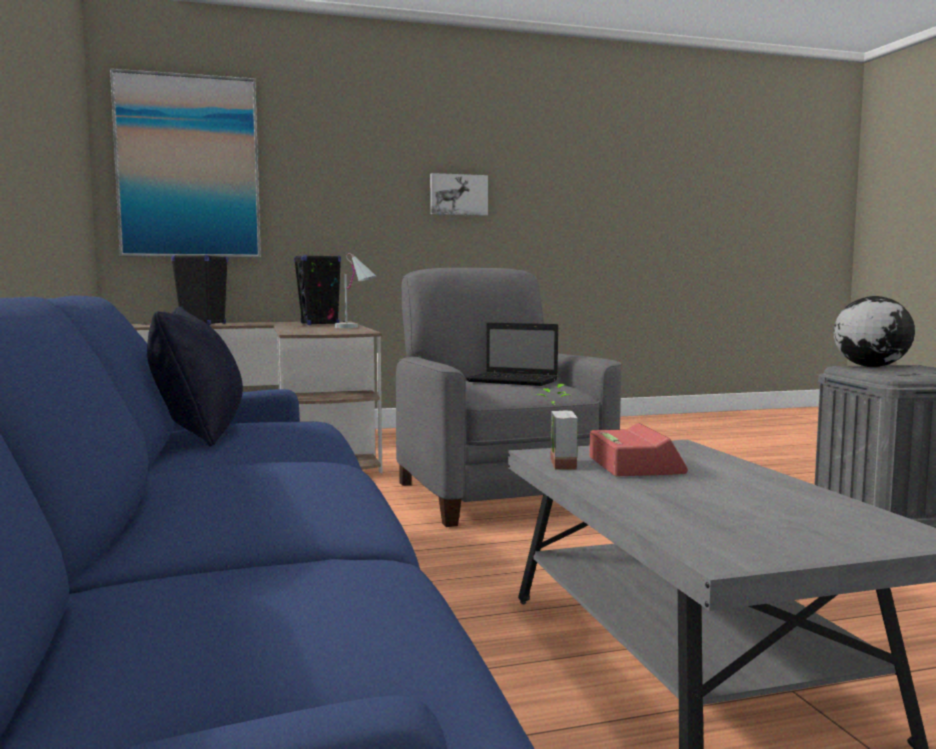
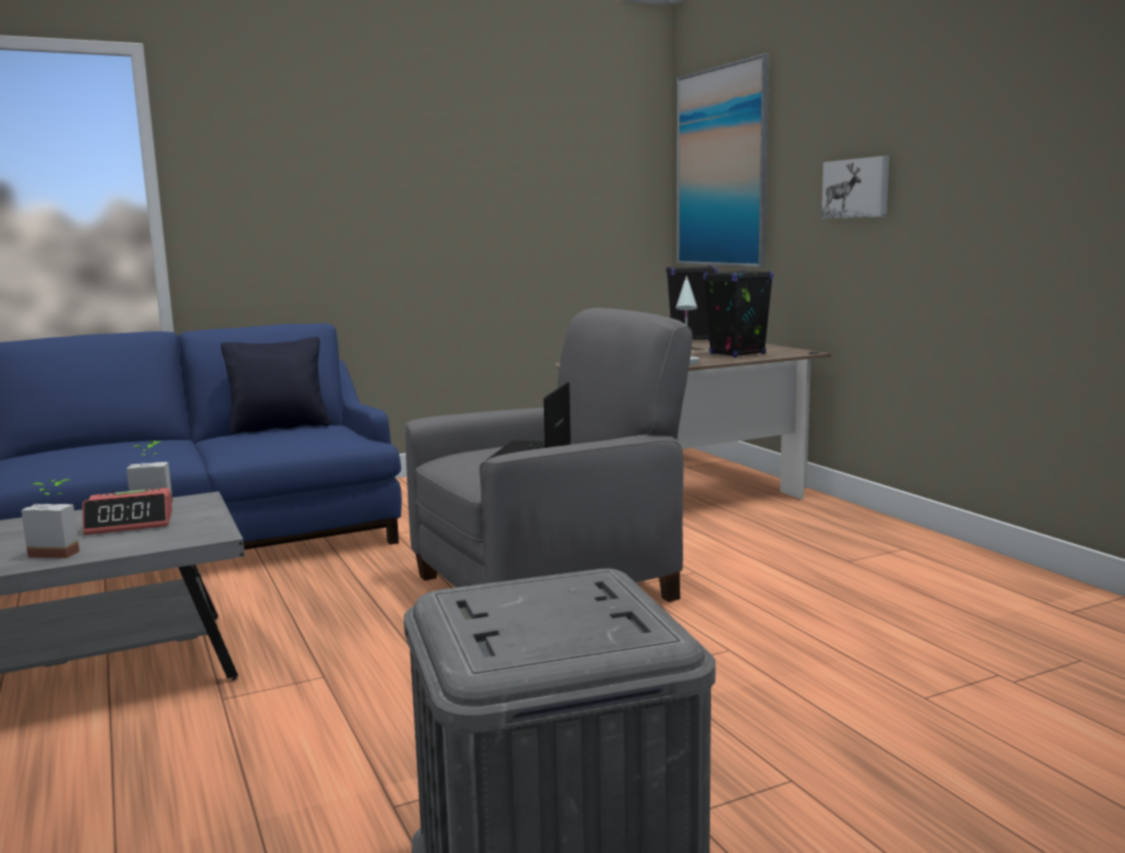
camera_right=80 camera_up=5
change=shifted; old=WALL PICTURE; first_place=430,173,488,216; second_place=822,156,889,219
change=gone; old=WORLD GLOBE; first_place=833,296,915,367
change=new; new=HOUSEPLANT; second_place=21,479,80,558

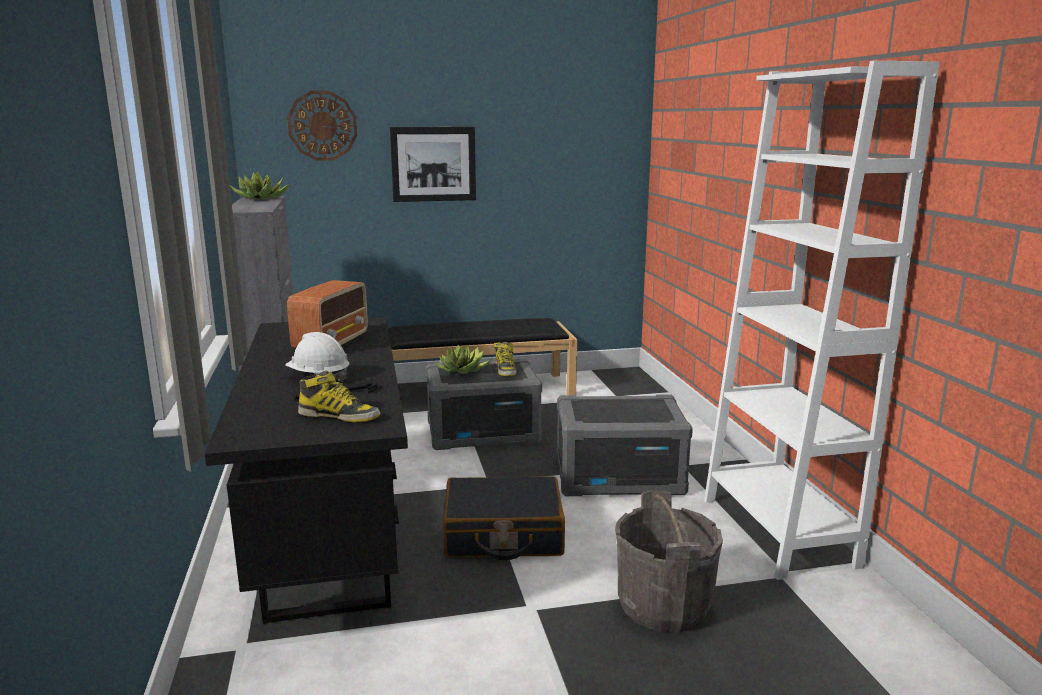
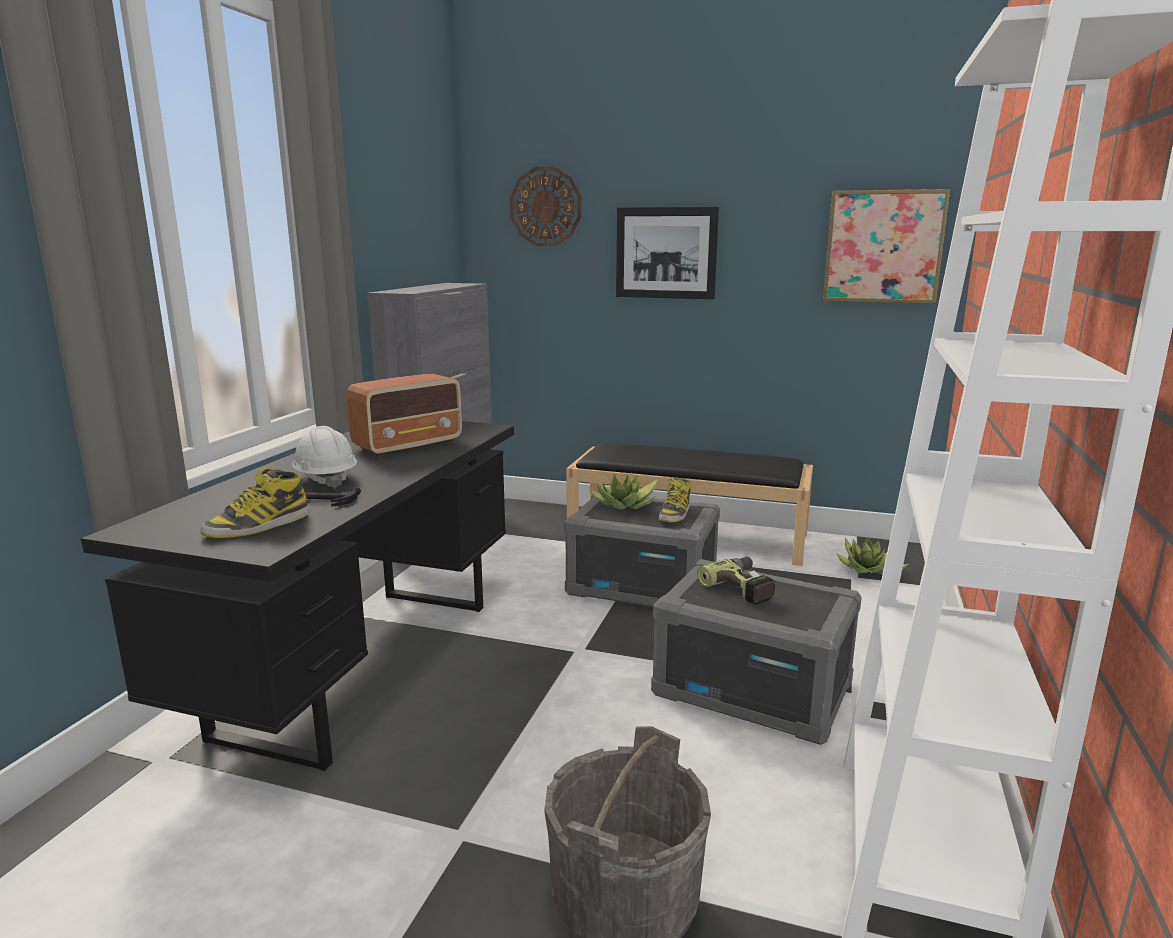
camera_right=30 camera_up=0
change=shifted; old=HOUSEPLANT; first_place=231,172,290,199; second_place=836,537,908,575
change=rotated; old=BOOT; first_place=298,371,381,422; second_place=200,468,309,538; degrees=90
change=gone; old=BLACK-COLOURED TRAVEL CASE; first_place=443,476,565,560
change=new; new=WALL PICTURE; second_place=823,189,951,304
change=new; new=DRILL; second_place=697,557,775,605

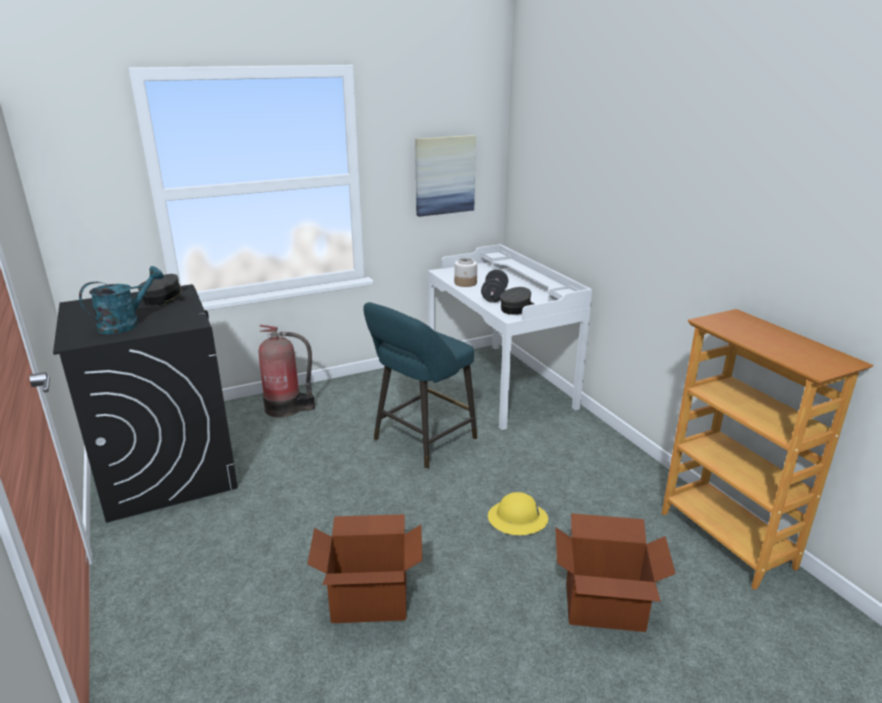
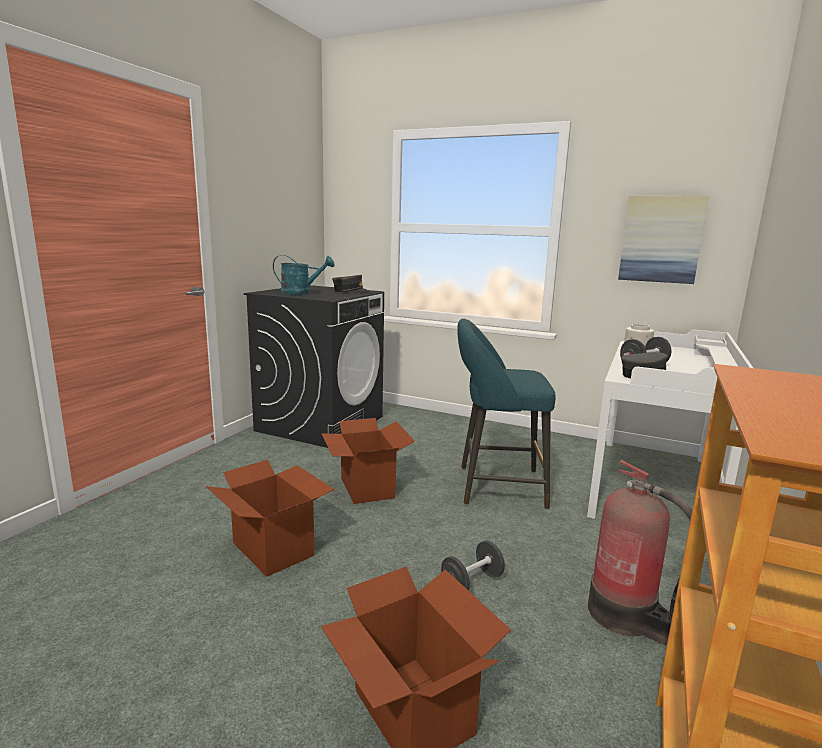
camera_right=50 camera_up=-10
change=shifted; old=EXTINGUISHER; first_place=259,325,315,418; second_place=588,460,692,646
change=swapped; old=YELLOW-COLOURED HARD HAT; new=BLACK-COLOURED DUMBBELL; first_place=488,492,548,535; second_place=441,541,505,591
change=new; new=CARTON; second_place=321,418,415,504

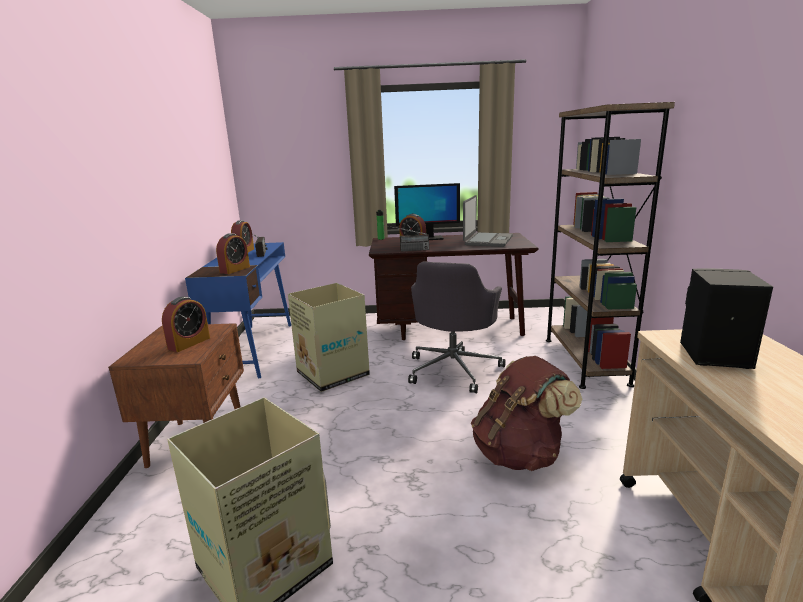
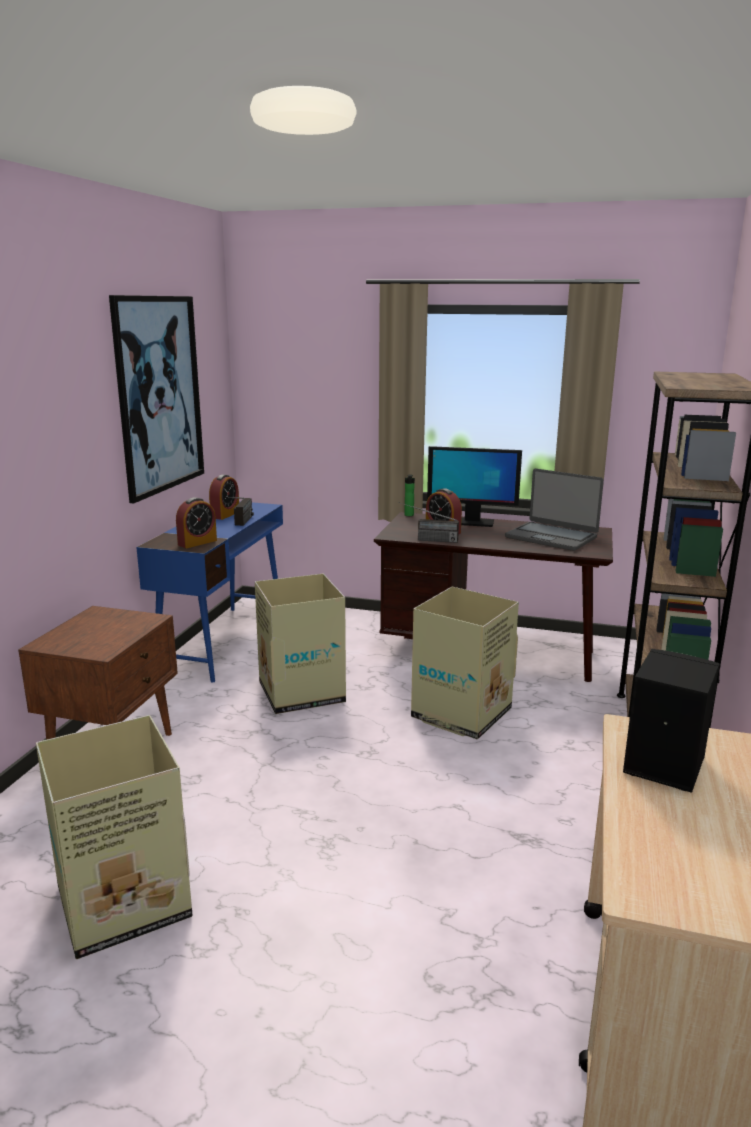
camera_right=15 camera_up=0
change=rotated; old=PORTABLE COMPUTER; first_place=463,195,513,247; second_place=505,469,604,551; degrees=90
change=swapped; old=GREYISH OFFICE CHAIR; new=CARTON; first_place=408,261,506,393; second_place=411,587,519,739
change=gone; old=BEDSIDE CLOCK; first_place=162,297,210,352
change=gone; old=BROWNISH RUCKSACK; first_place=471,356,582,471
change=new; new=WALL PICTURE; second_place=109,295,204,503

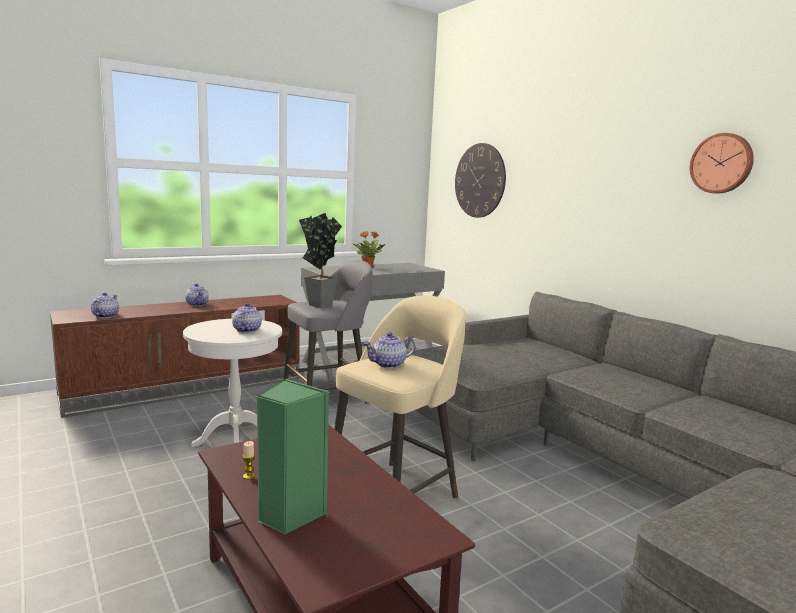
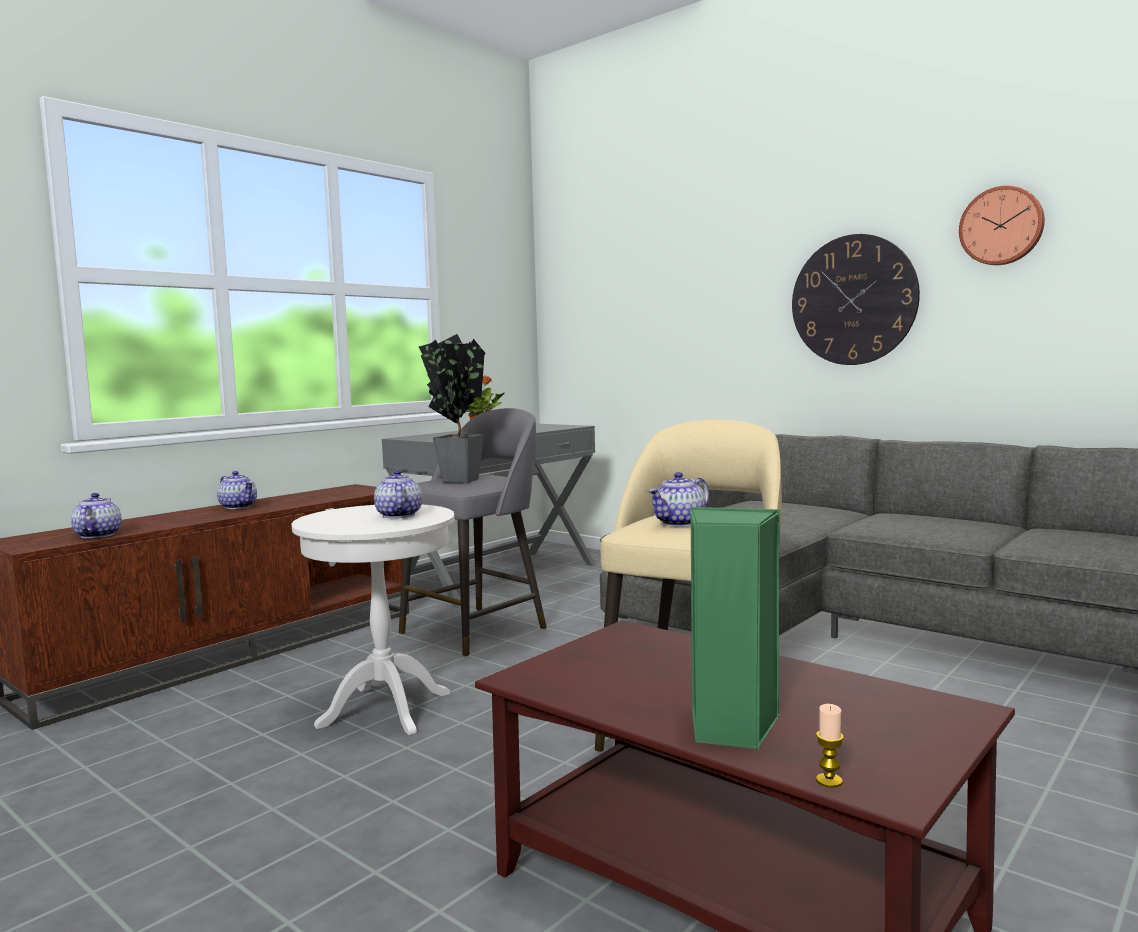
camera_right=-15 camera_up=-5
change=shifted; old=CLOCK ON THE WALL; first_place=455,143,506,218; second_place=792,234,920,365
change=shifted; old=WAX LIGHT; first_place=243,441,255,480; second_place=816,704,844,788

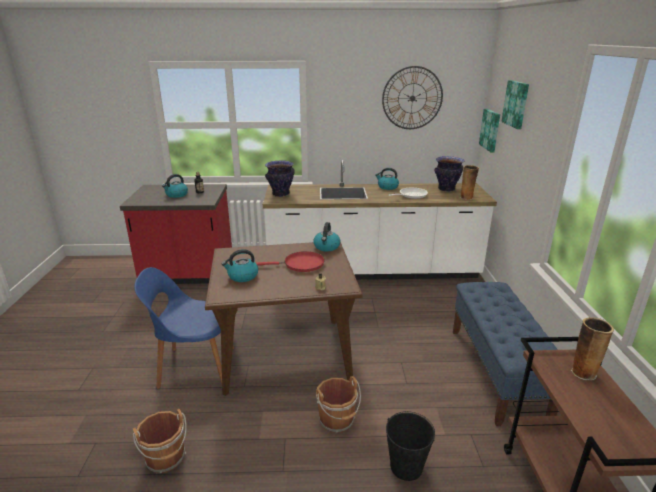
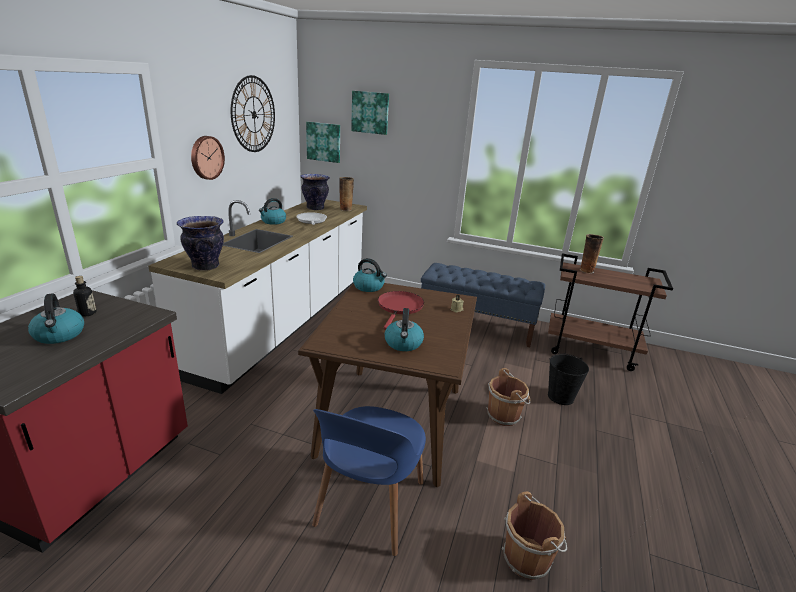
camera_right=-70 camera_up=0
change=new; new=CLOCK ON THE WALL; second_place=191,136,225,180

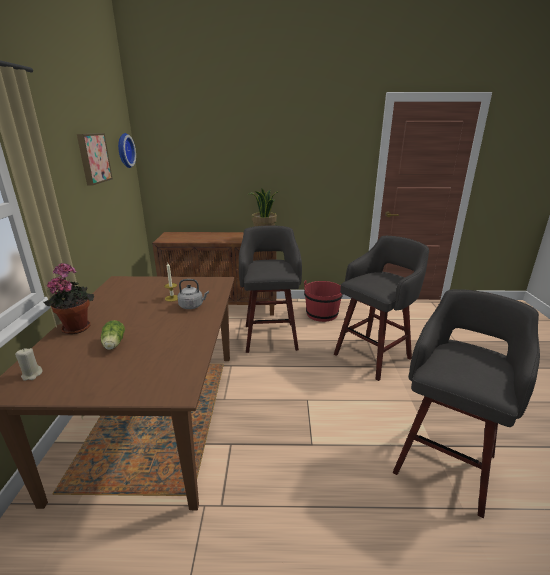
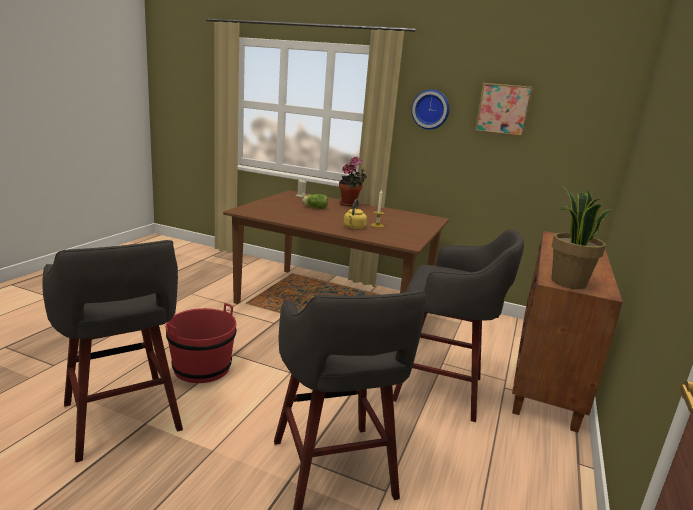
camera_right=110 camera_up=-5
change=shifted; old=CLOCK ON THE WALL; first_place=118,133,136,168; second_place=411,90,449,130
change=repainted; old=GREYISH KETTLE; new=YELLOW-COLOURED KETTLE; first_place=177,279,209,309; second_place=344,199,367,229
change=shifted; old=RED-COLOURED PAIL; first_place=304,280,343,322; second_place=165,303,237,383

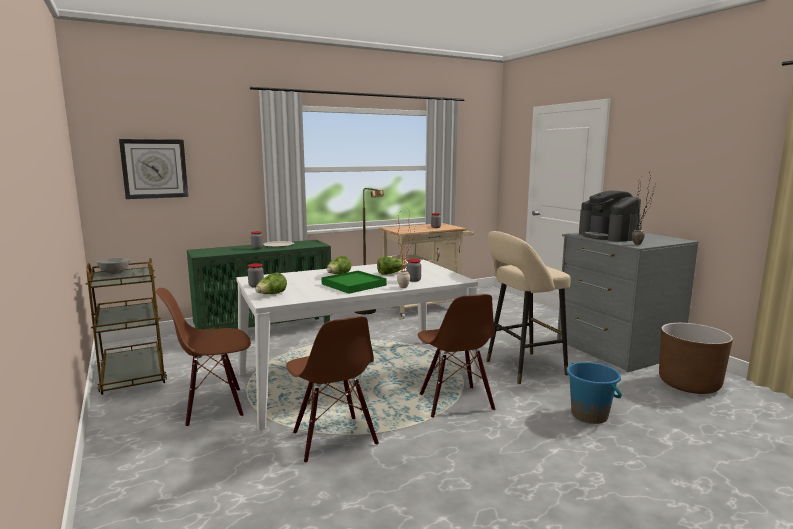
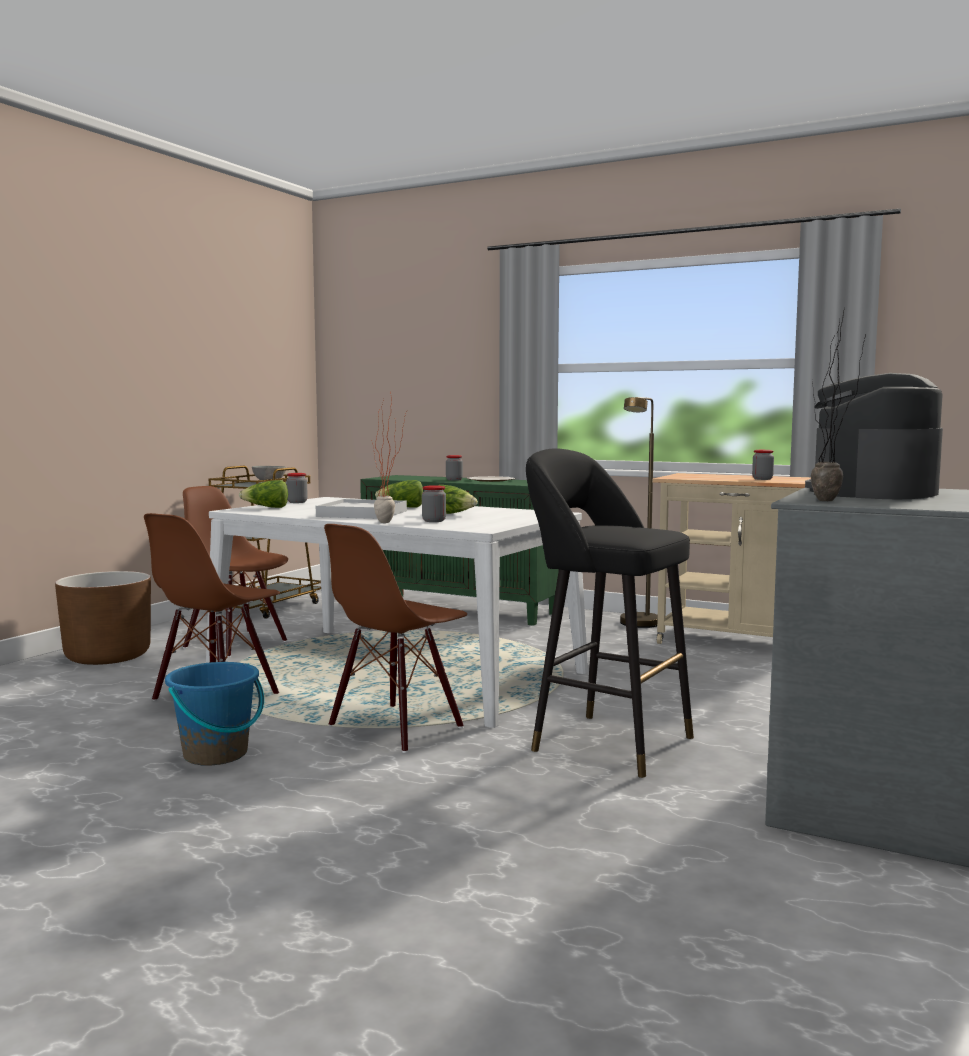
camera_right=55 camera_up=-5
change=gone; old=CLOCK ON THE WALL; first_place=119,139,188,199
change=repainted; old=SAND-COLOURED STOOL; new=BLACK-COLOURED STOOL; first_place=486,231,571,384; second_place=526,448,694,778
change=repainted; old=GREEN CARRYING TRAY; new=WHITISH CARRYING TRAY; first_place=321,271,387,294; second_place=316,499,407,519
change=shifted; old=BROWNISH PLANT POT; first_place=659,323,733,394; second_place=55,571,151,665
change=shifted; old=BLUE-COLOURED PAIL; first_place=566,362,622,424; second_place=165,662,264,766

